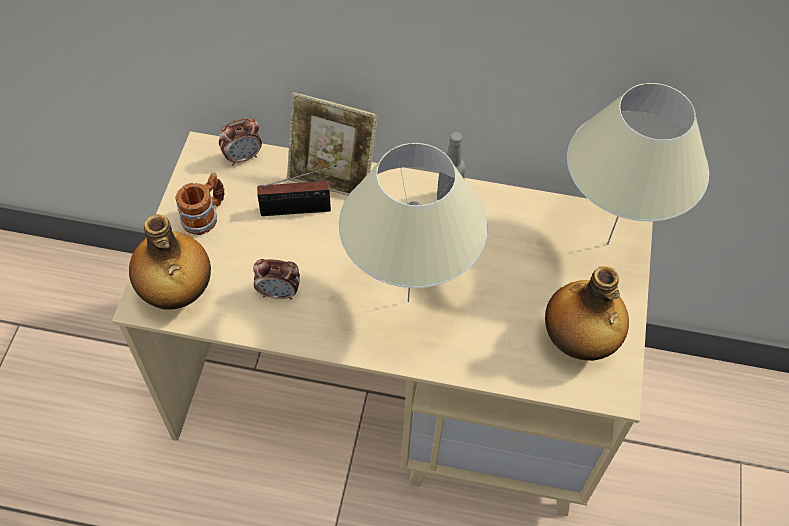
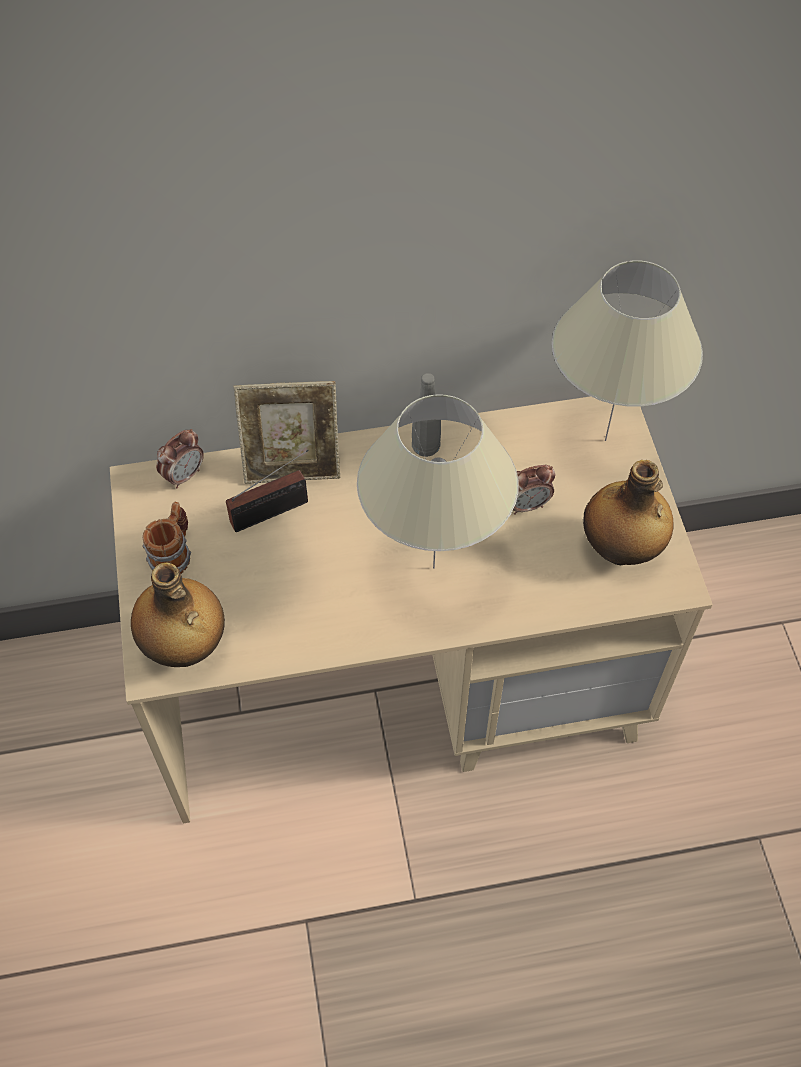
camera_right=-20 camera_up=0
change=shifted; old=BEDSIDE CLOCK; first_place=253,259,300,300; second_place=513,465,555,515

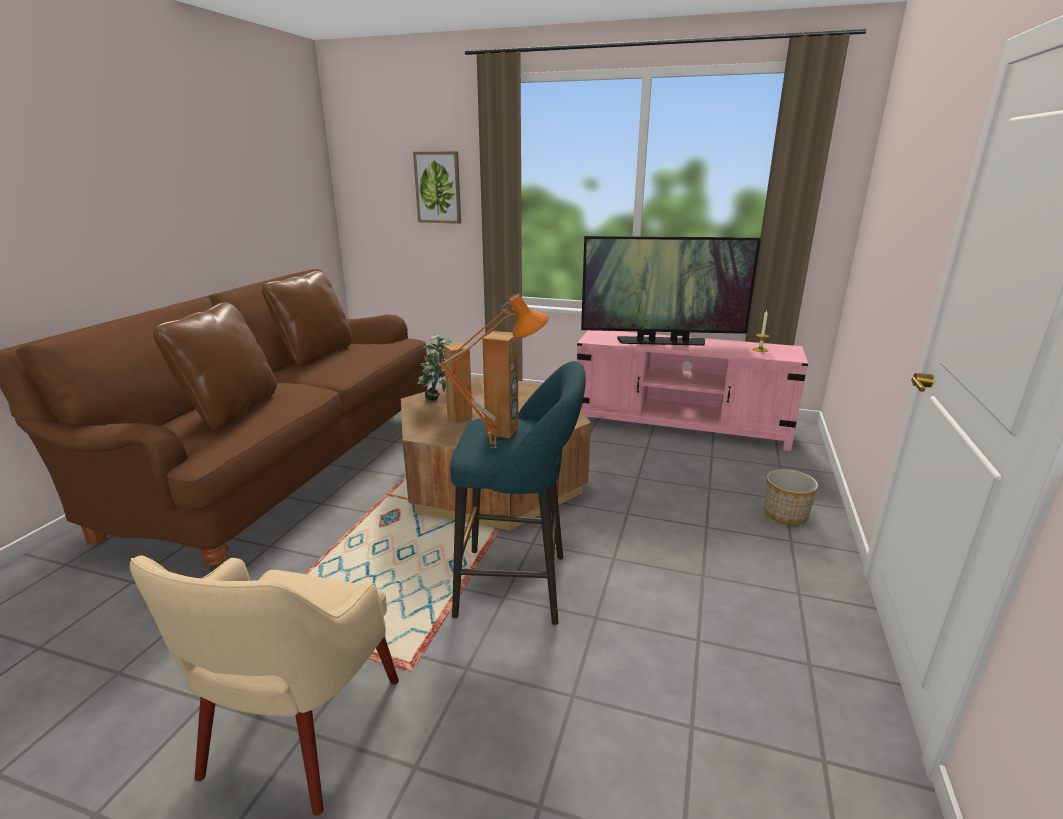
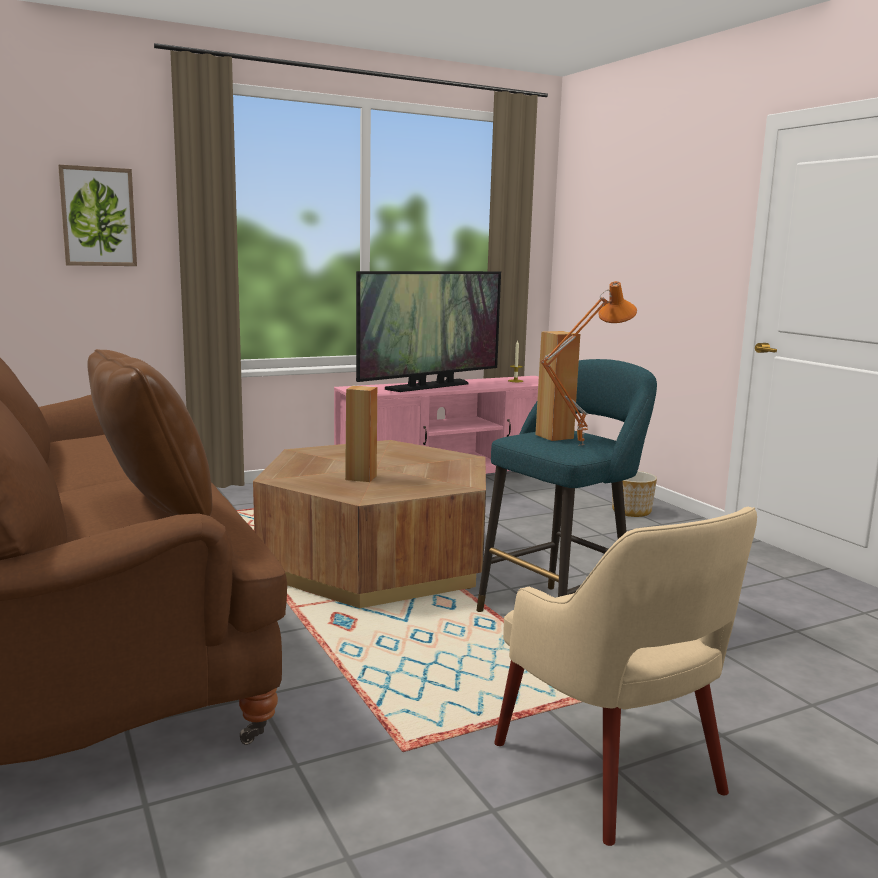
camera_right=-45 camera_up=-10
change=gone; old=BROWNISH THROW PILLOW; first_place=262,271,352,366
change=gone; old=HOUSEPLANT; first_place=417,335,458,401

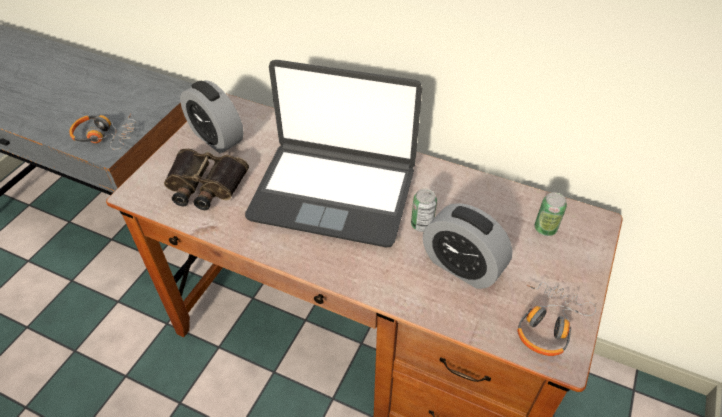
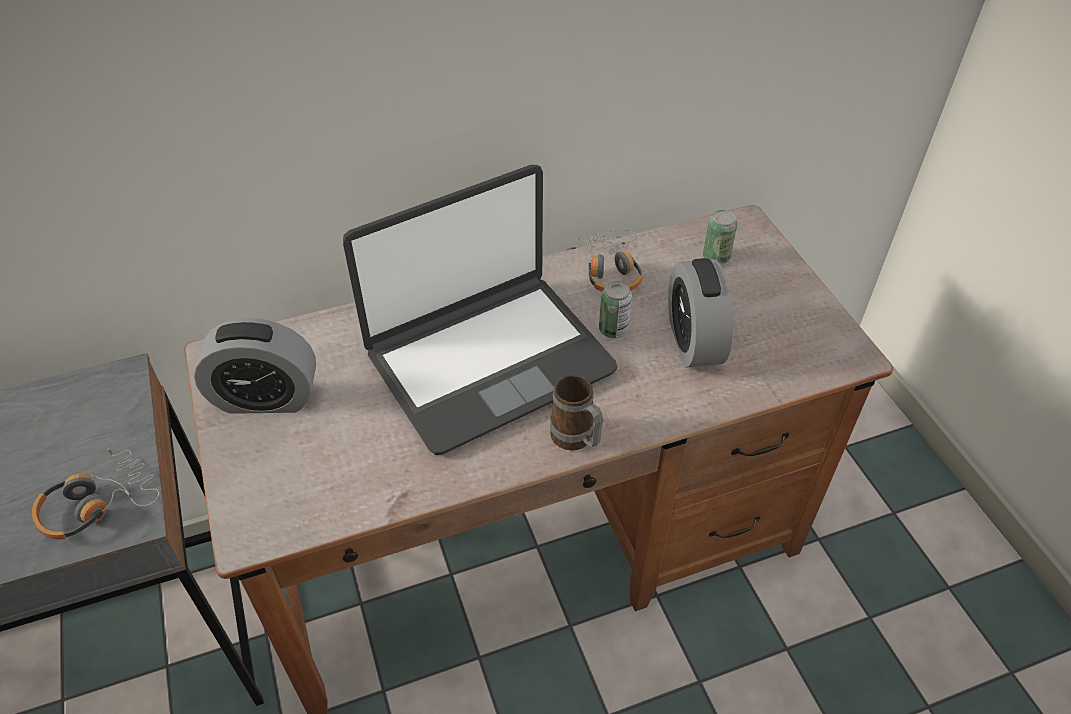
camera_right=-45 camera_up=0
change=gone; old=BINOCULARS; first_place=164,149,249,210
change=rotated; old=BEDSIDE CLOCK; first_place=423,203,513,289; second_place=668,258,733,368; degrees=90
change=shifted; old=HEADSET; first_place=517,282,596,356; second_place=567,230,643,292
change=new; new=COFFEE MUG; second_place=550,375,603,451

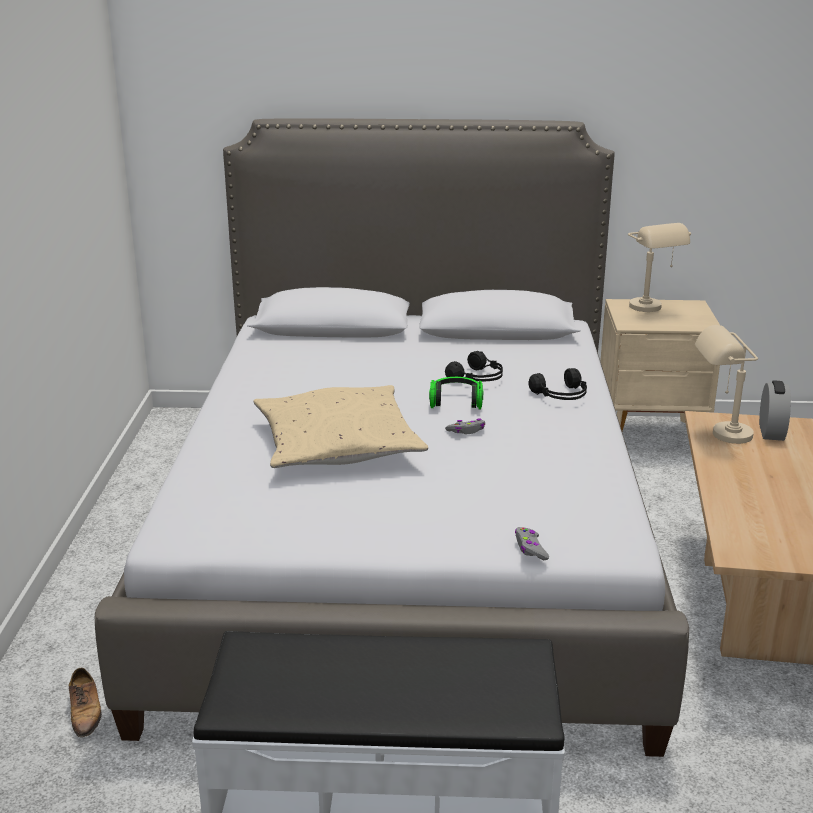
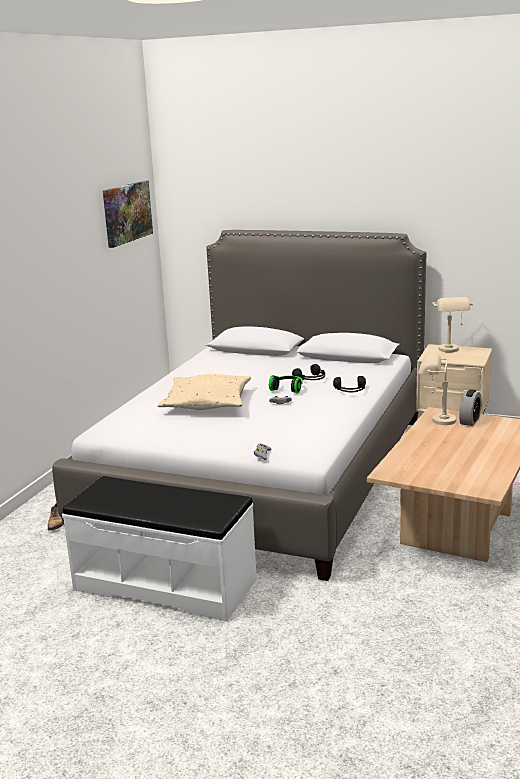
camera_right=20 camera_up=-5
change=new; new=WALL PICTURE; second_place=103,181,153,248

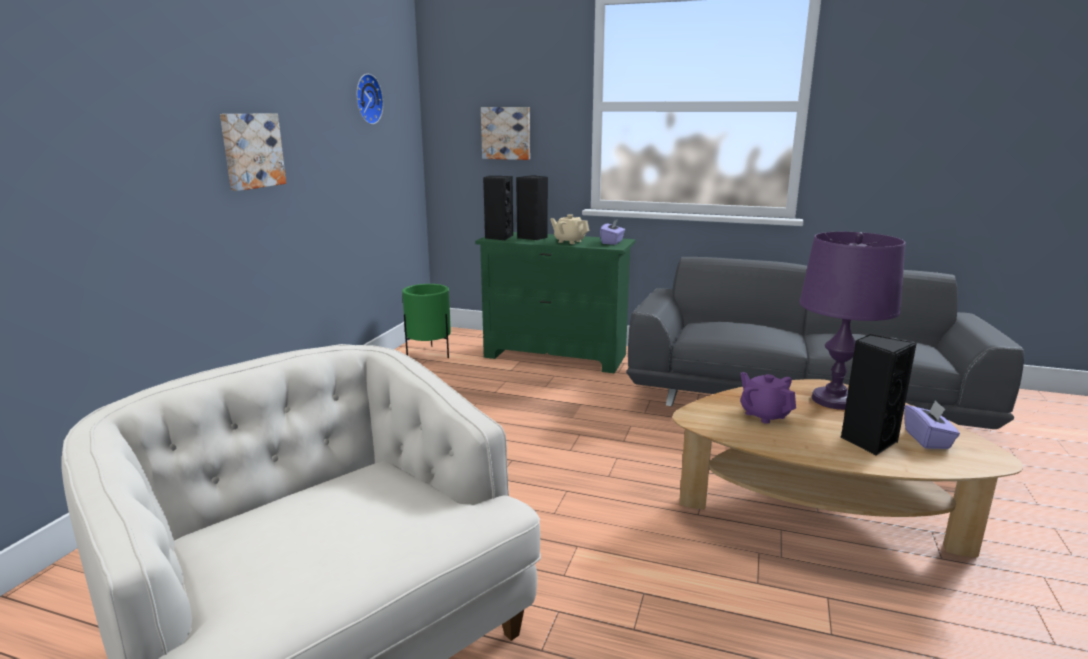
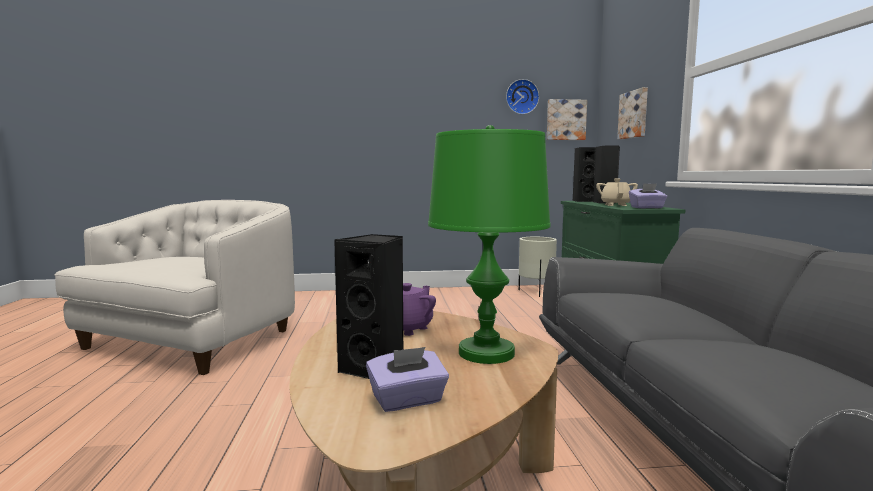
camera_right=65 camera_up=-10
change=shifted; old=WALL PICTURE; first_place=220,113,286,191; second_place=547,99,587,140
change=repainted; old=PURPLISH TABLE LAMP; new=GREEN TABLE LAMP; first_place=799,232,906,410; second_place=428,125,551,364
change=repainted; old=GREEN PLANT POT; new=SAND-COLOURED PLANT POT; first_place=402,284,451,358; second_place=519,237,557,297

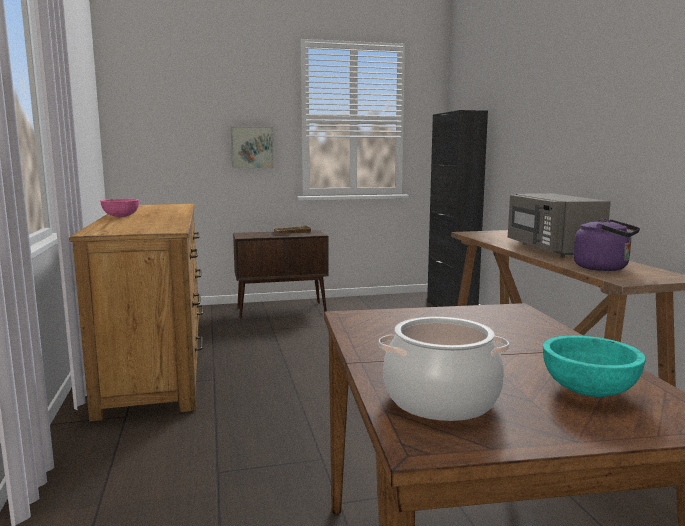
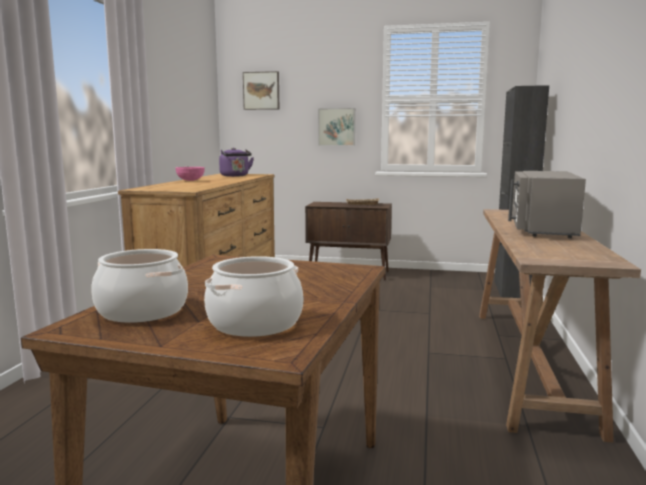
camera_right=25 camera_up=0
change=shifted; old=PURPLISH KETTLE; first_place=573,218,640,271; second_place=219,148,254,177
change=swapped; old=TURQUOISE SERVING BOWL; new=COOKING POT; first_place=543,335,646,397; second_place=204,256,303,337
change=new; new=WALL PICTURE; second_place=243,71,279,110

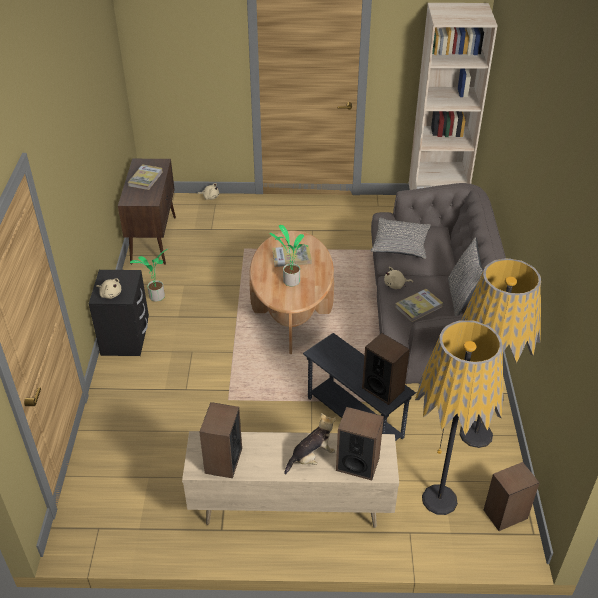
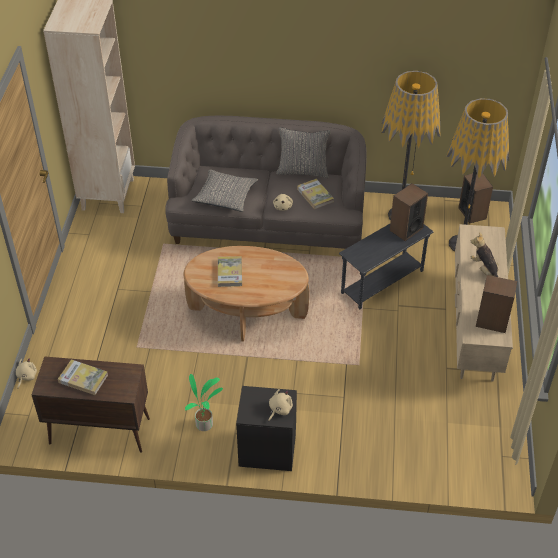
camera_right=-85 camera_up=5
change=gone; old=HOUSEPLANT; first_place=269,225,308,286
change=gone; old=SPEAKER; first_place=336,407,384,481

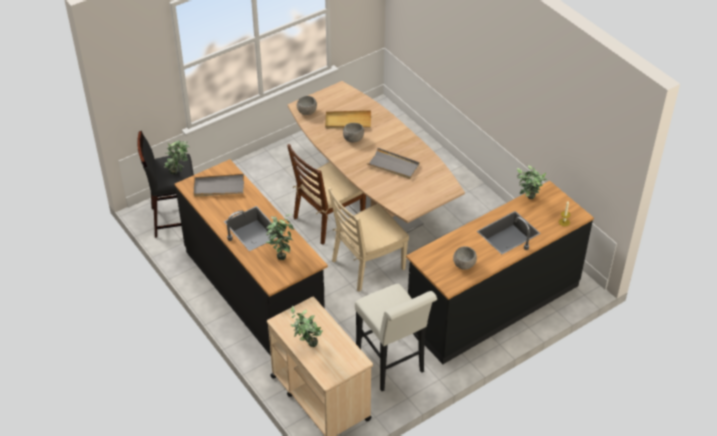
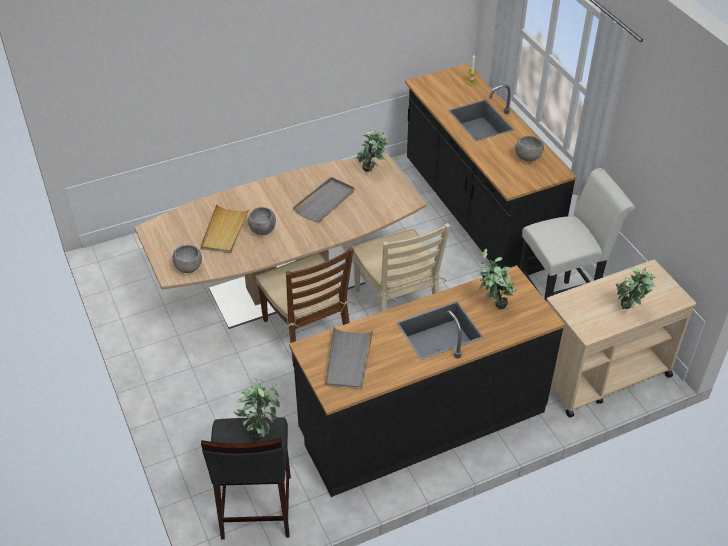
camera_right=-80 camera_up=0
change=shifted; old=HOUSEPLANT; first_place=517,165,548,199; second_place=356,130,389,172

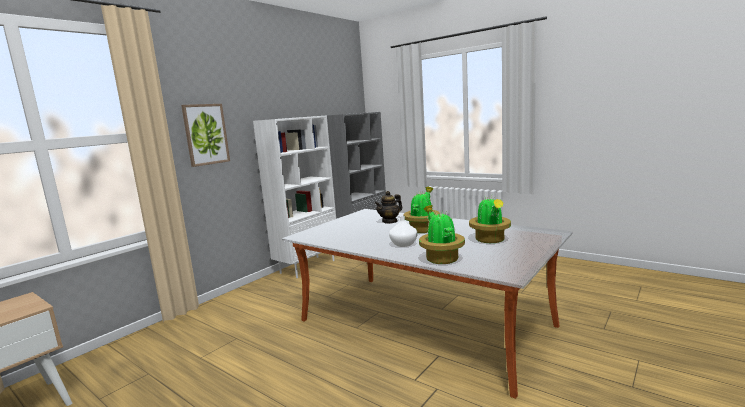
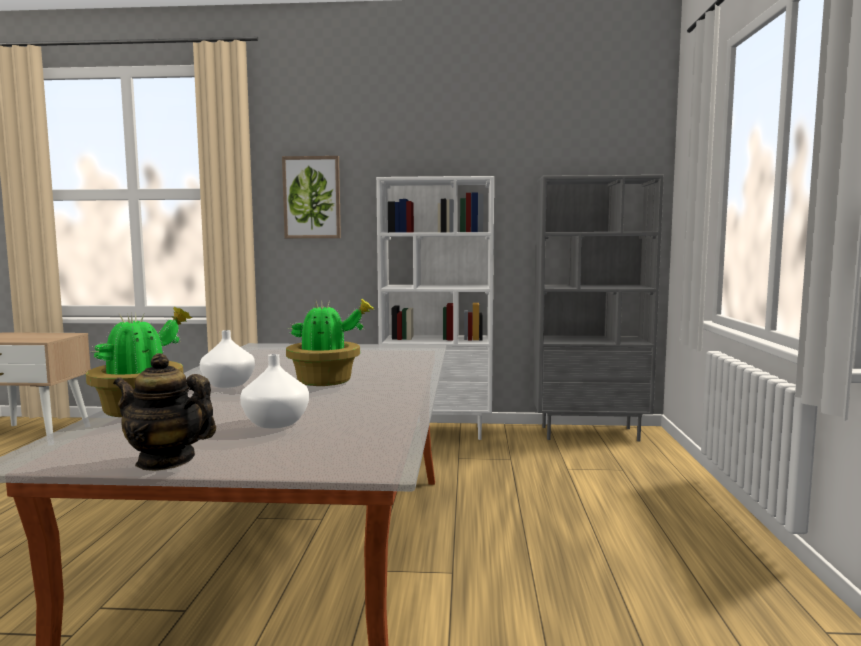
camera_right=55 camera_up=-5
change=shifted; old=TEA POT; first_place=375,191,402,224; second_place=113,353,216,471
change=swapped; old=HOUSEPLANT; new=WHITISH VASE; first_place=469,196,511,243; second_place=240,354,309,428

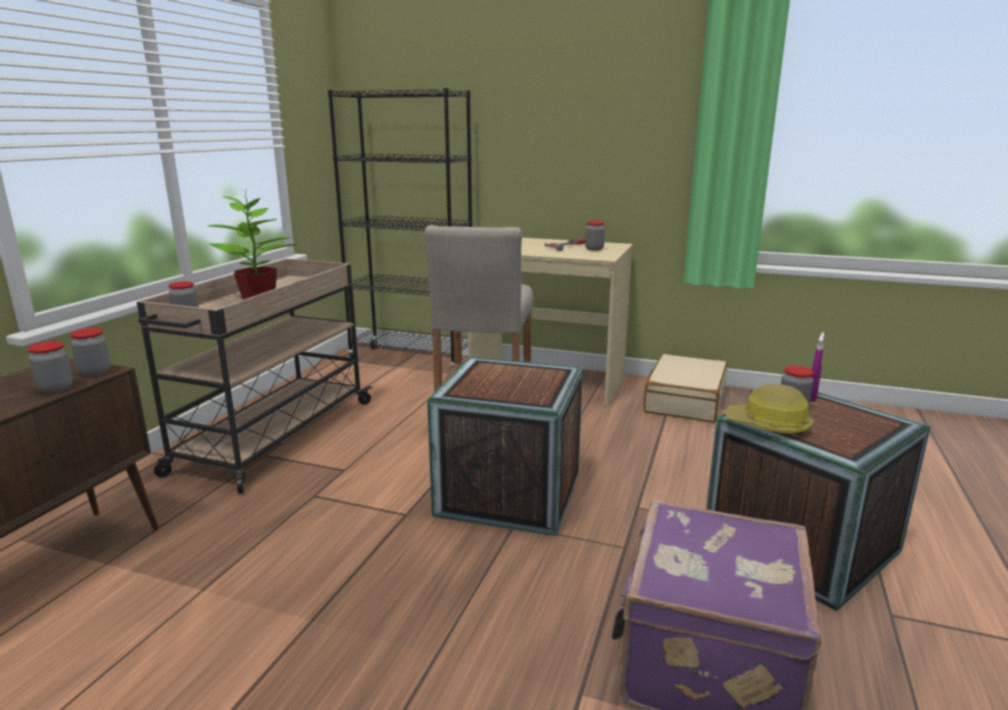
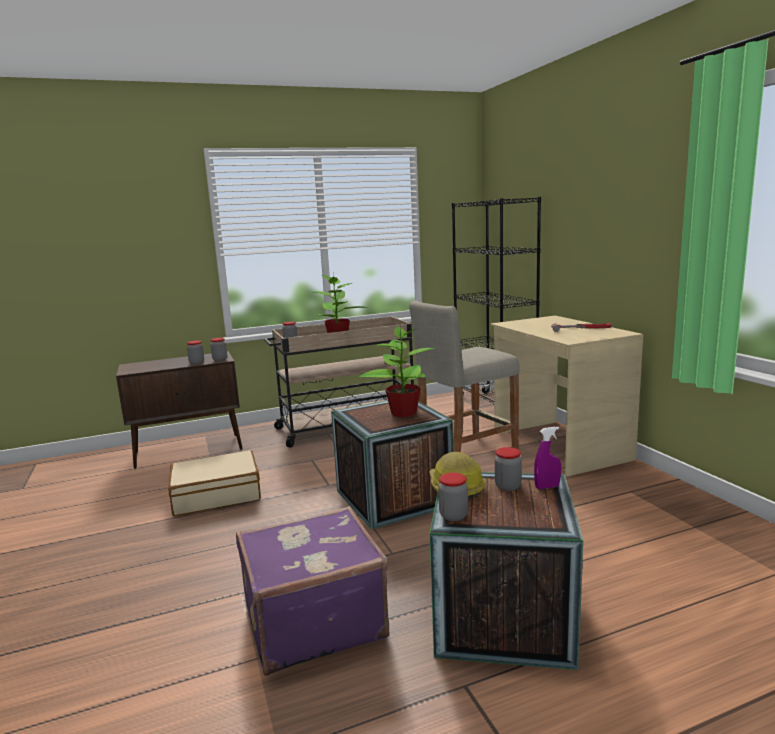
camera_right=50 camera_up=-5
change=shifted; old=PRESERVE JAR; first_place=585,221,605,251; second_place=438,473,468,521
change=shifted; old=SAND-COLOURED TRAVEL CASE; first_place=644,354,728,423; second_place=168,450,261,516
change=new; new=HOUSEPLANT; second_place=359,323,435,417

